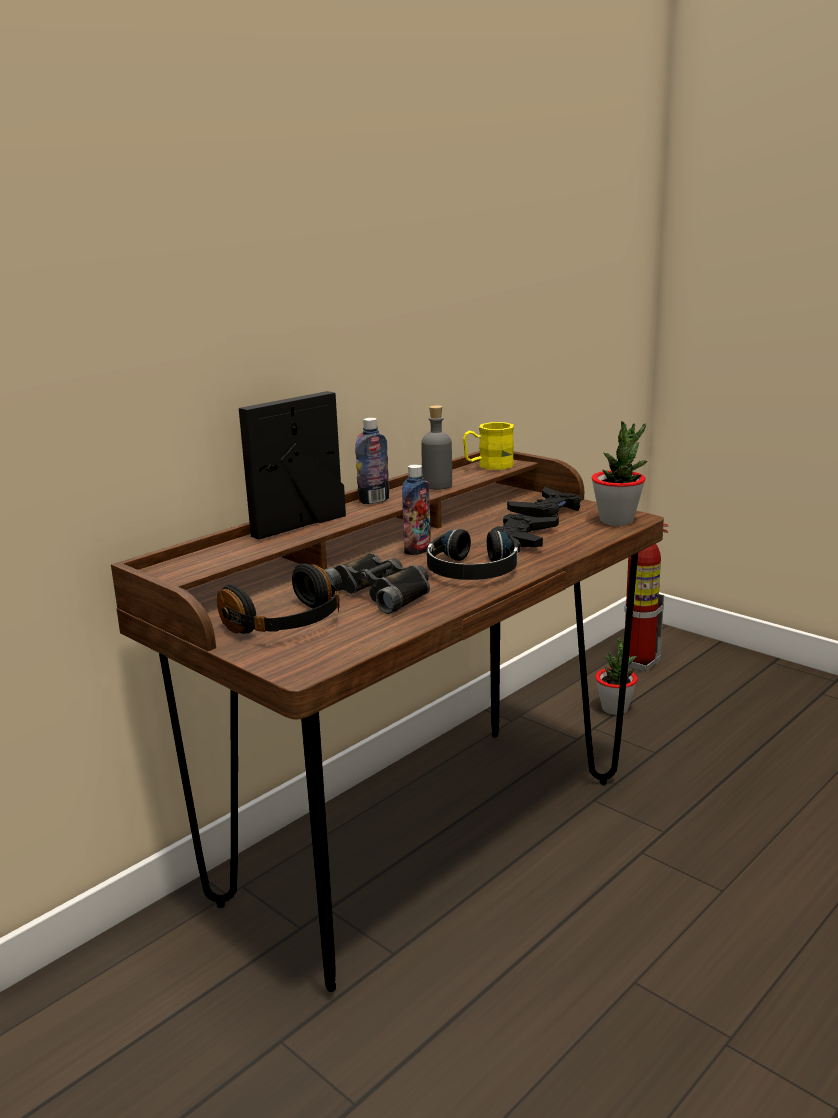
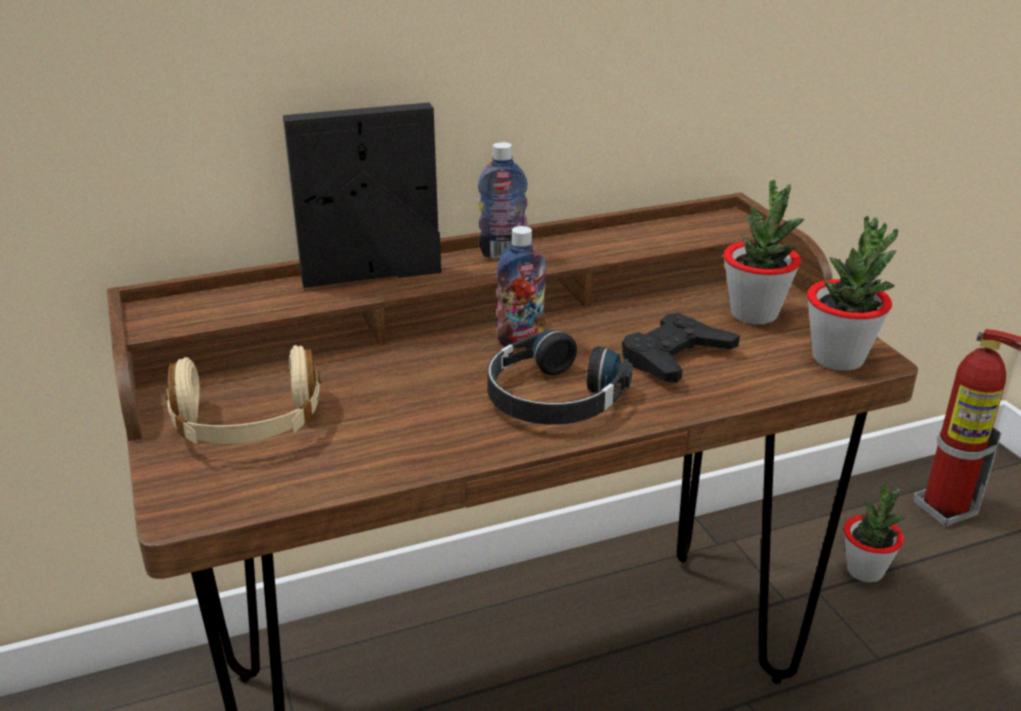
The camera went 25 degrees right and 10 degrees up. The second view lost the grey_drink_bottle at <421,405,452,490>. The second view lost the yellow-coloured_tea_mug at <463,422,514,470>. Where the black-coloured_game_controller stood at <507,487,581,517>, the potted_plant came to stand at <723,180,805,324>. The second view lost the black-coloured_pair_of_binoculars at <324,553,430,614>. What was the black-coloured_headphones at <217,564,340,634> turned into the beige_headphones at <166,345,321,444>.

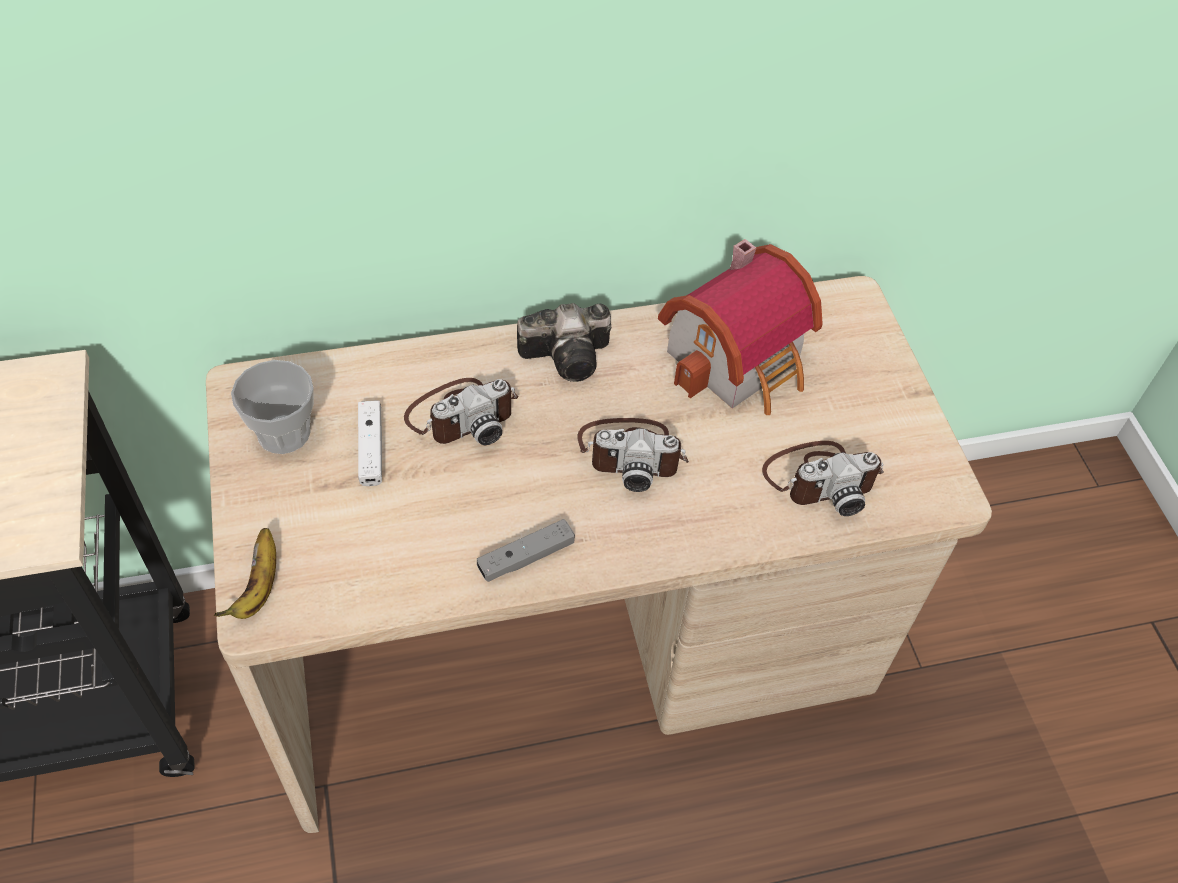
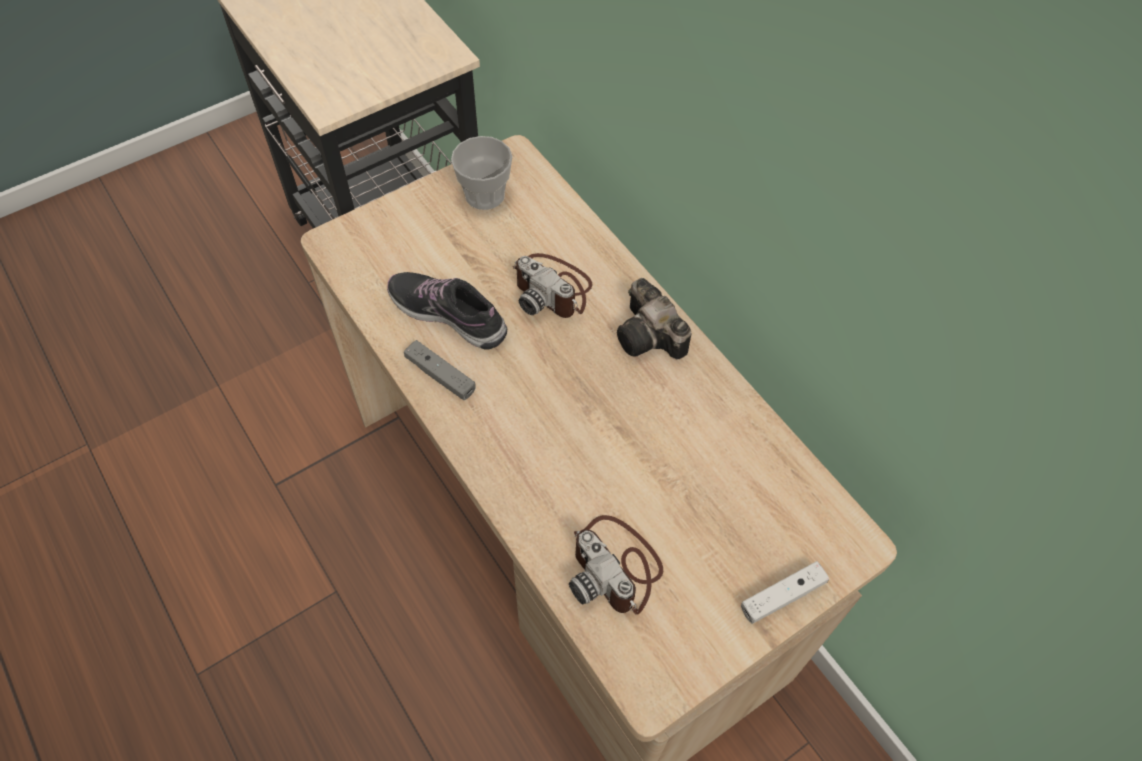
The camera went 70 degrees right and 5 degrees up. The second view lost the toy_house at <658,239,823,415>. The white-coloured_game_controller ended up elsewhere, having gone from <358,401,382,486> to <741,561,829,624>. The second view lost the photo_camera at <577,418,689,492>. The second view lost the banana_fruit at <214,528,276,619>. The second view gained the item_of_footwear at <387,272,507,350>.

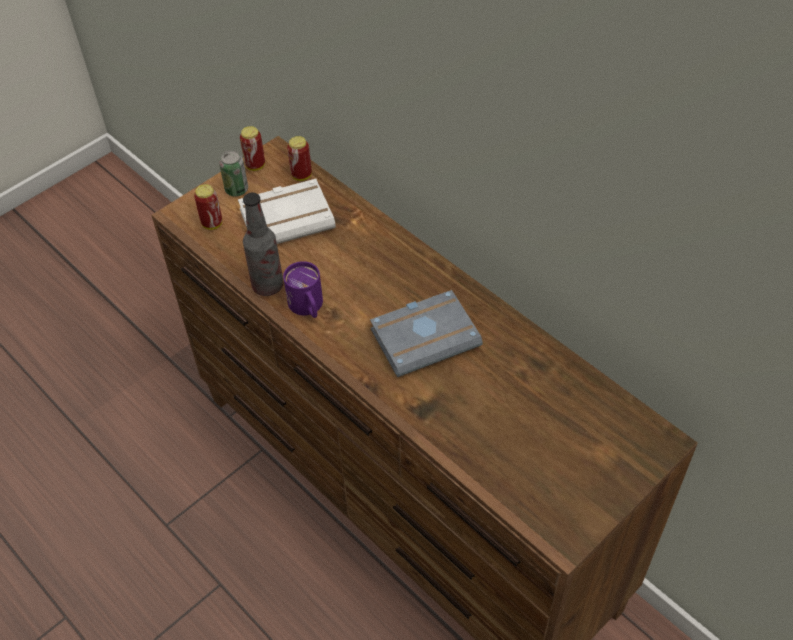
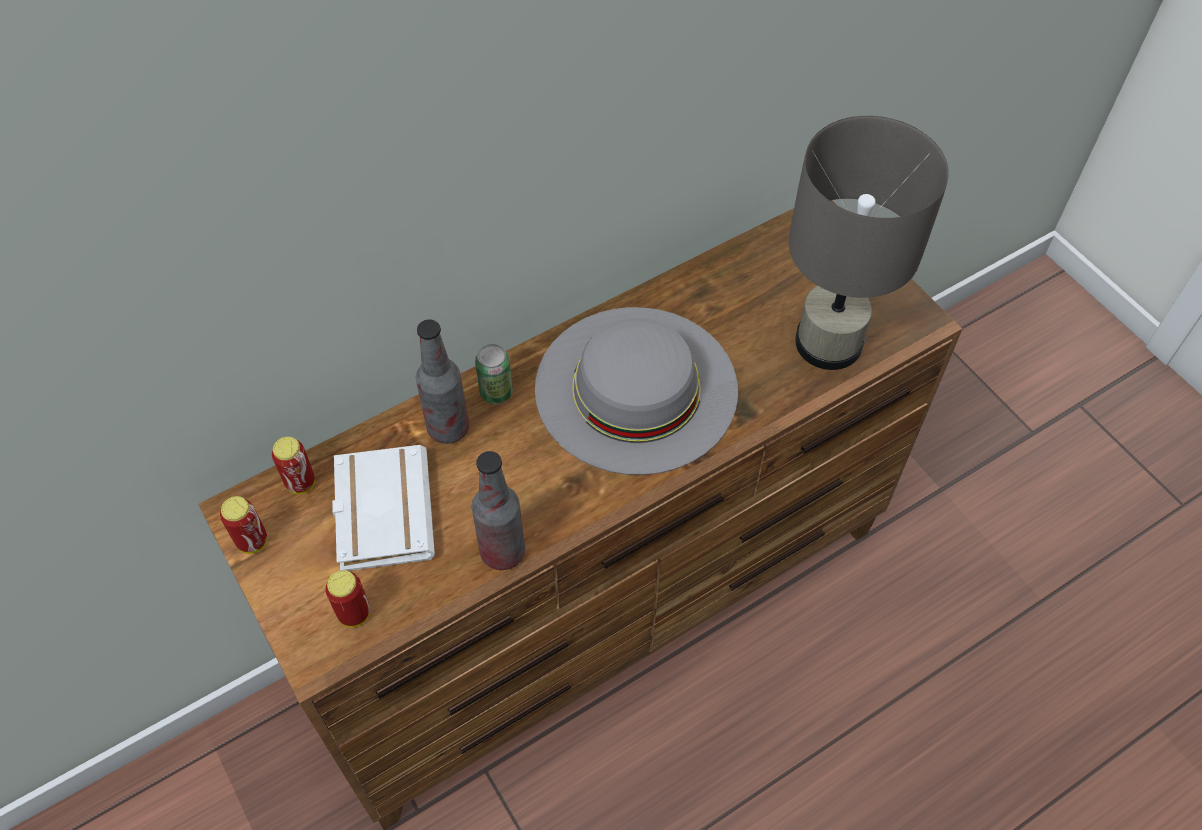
The camera went 80 degrees left and 5 degrees up. The metal_can ended up elsewhere, having gone from <219,150,248,197> to <475,344,513,404>. The second view lost the purplish_tea_mug at <283,261,323,318>. Where the grey_book stood at <370,290,483,377>, the grey_wearable_hat came to stand at <535,307,738,475>. The second view gained the grey_lamp_for_a_table at <789,116,949,370>. The second view gained the drink_bottle at <416,319,469,444>.

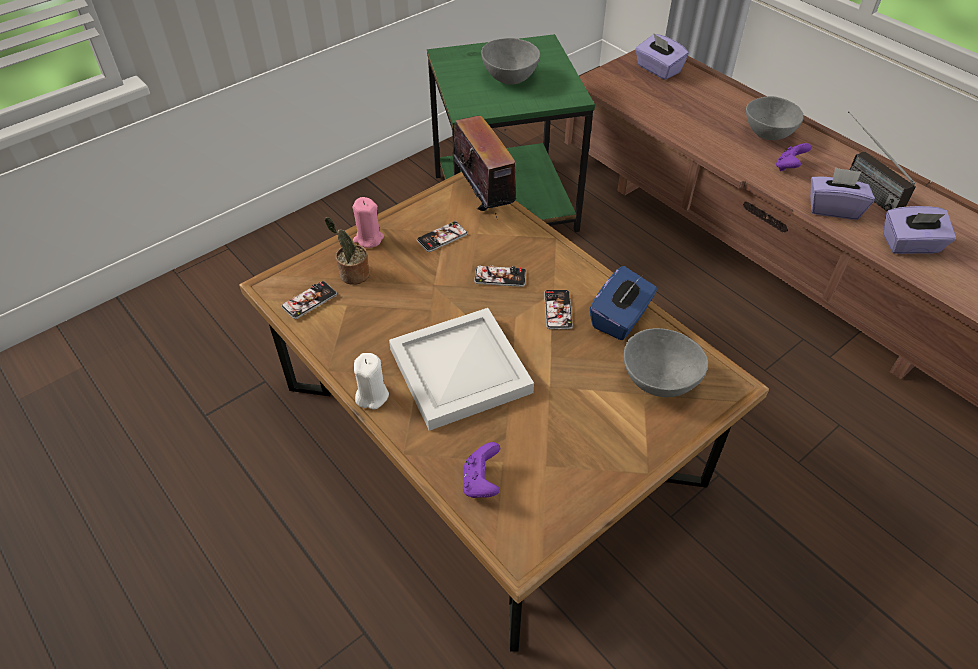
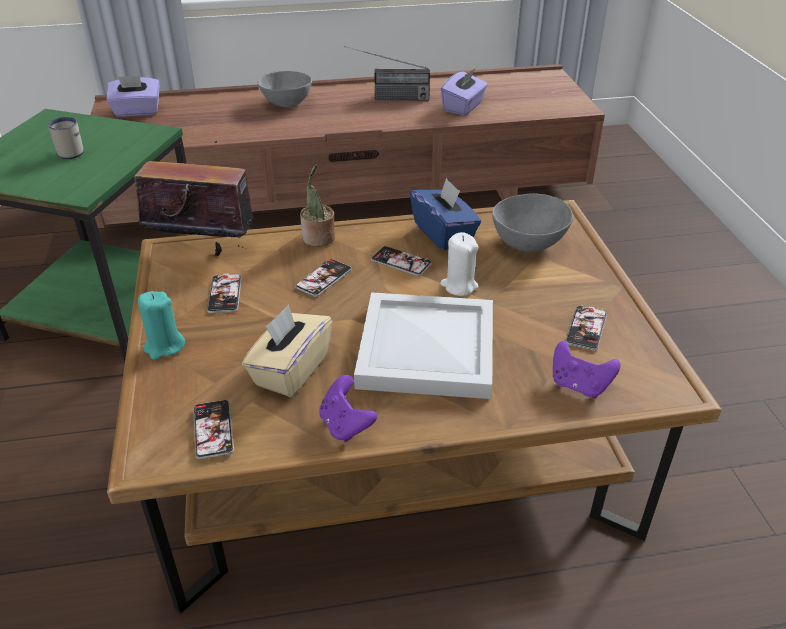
The camera went 60 degrees left and 10 degrees down. Where the grey_bowl stood at <481,38,540,85>, the white-coloured_tea_mug came to stand at <48,117,84,159>. The purplish_game_controller ended up elsewhere, having gone from <776,143,811,171> to <319,375,378,442>. The second view lost the purplish_tissue_box at <810,167,875,220>. What was the pinkish_wax_light at <353,197,384,248> turned into the turquoise-coloured_wax_light at <138,291,185,360>. The potted_plant ended up elsewhere, having gone from <324,217,370,285> to <300,164,335,247>. The white-coloured_wax_light ended up elsewhere, having gone from <354,353,389,409> to <440,232,479,296>. The second view gained the beige_tissue_box at <242,304,332,397>. The second view gained the phone at <566,305,607,351>.

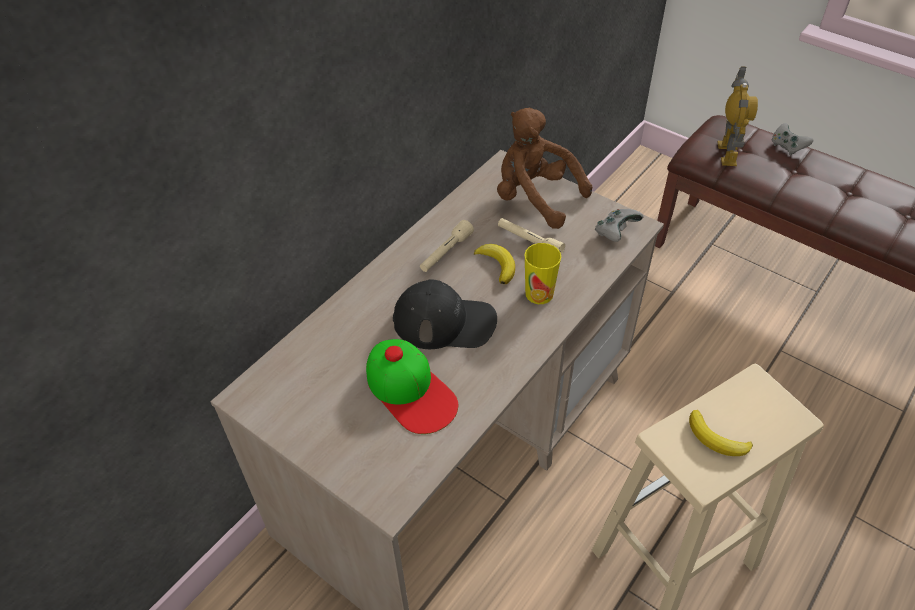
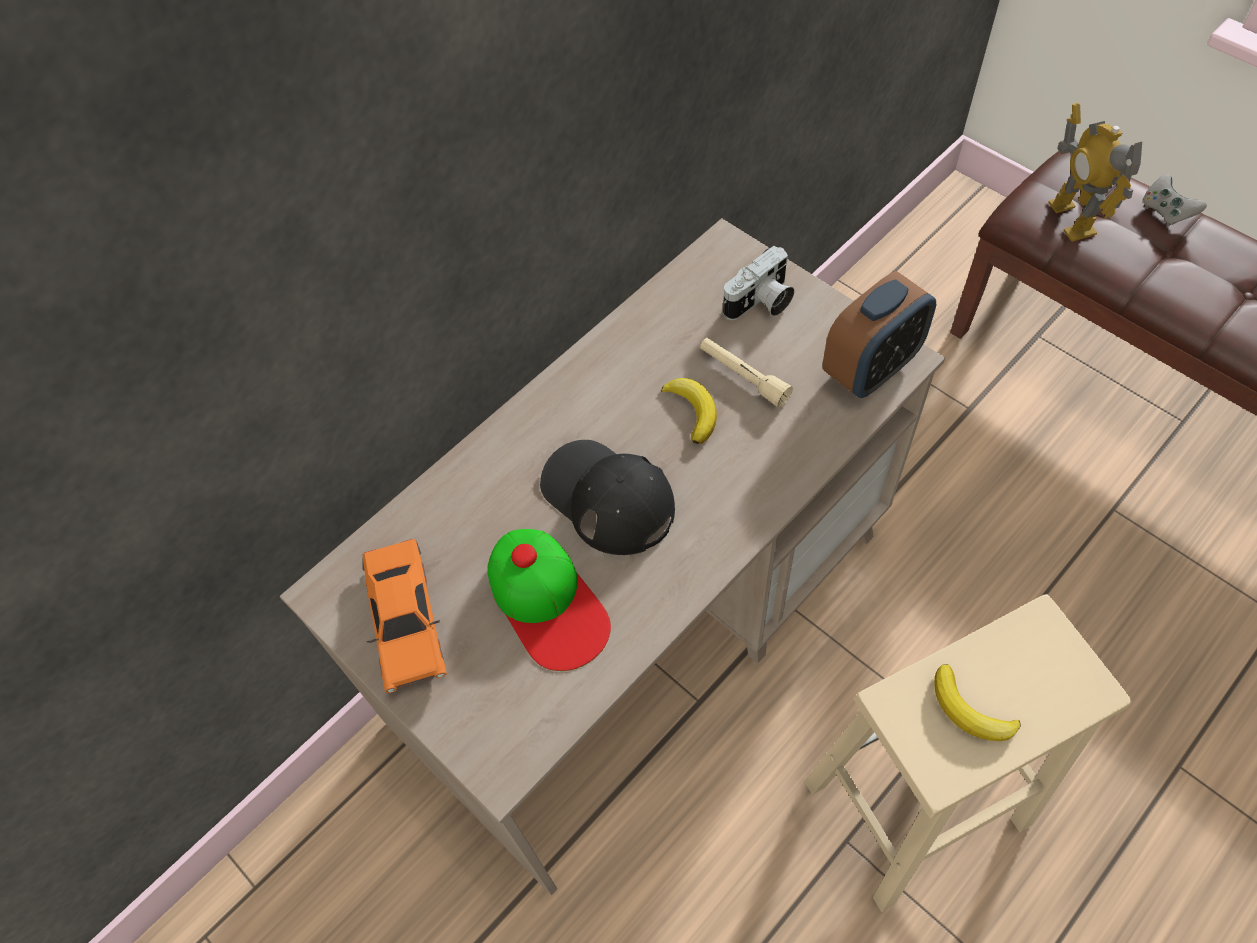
The camera went 10 degrees right and 10 degrees up. The robot_figure at <718,66,758,166> ended up facing another way, 150 degrees clockwise from before. Where the brown-coloured_cuddly_toy stood at <497,108,592,229>, the photo_camera came to stand at <723,246,795,320>. Where the grey_game_controller stood at <595,209,643,242>, the alarm_clock came to stand at <822,271,936,398>. The second view lost the beige_torch at <420,220,474,272>. The second view lost the drinking_cup at <524,243,561,304>. The black-coloured_baseball_cap at <393,280,497,349> ended up facing another way, 150 degrees counterclockwise from before. The second view gained the orangey_miniature_car at <363,539,447,693>.

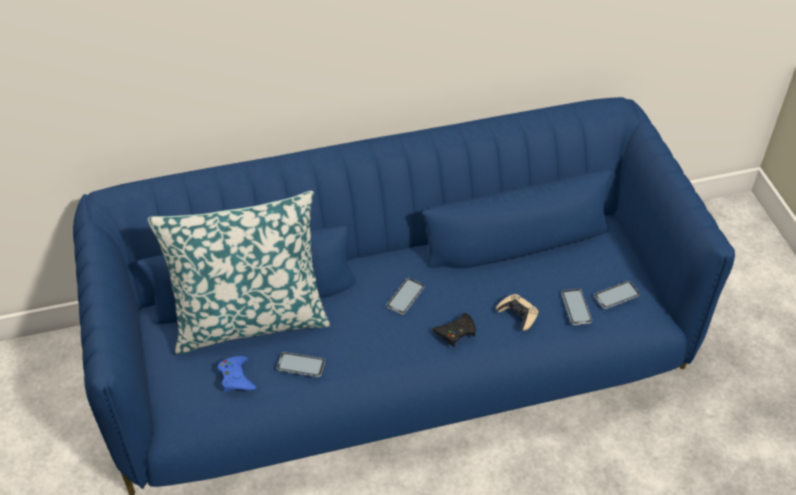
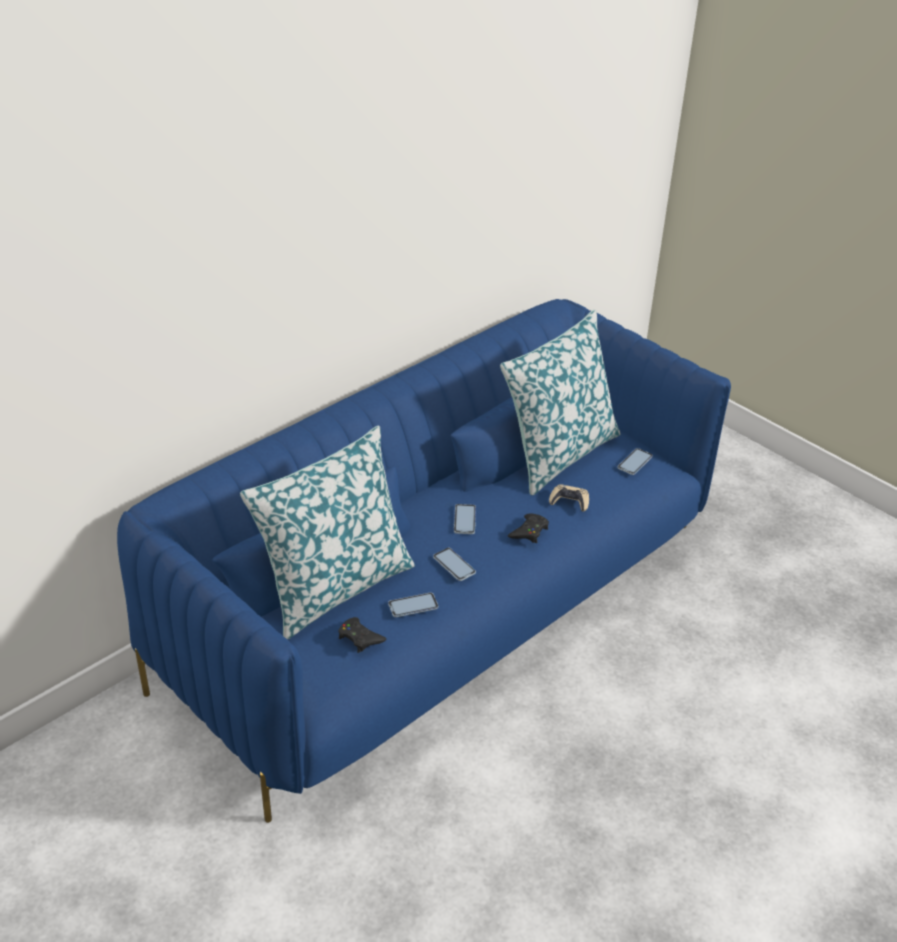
The camera went 30 degrees left and 10 degrees down. The phone ended up elsewhere, having gone from <562,289,592,325> to <433,548,476,581>. What was the blue_game_controller at <218,356,256,392> turned into the black-coloured_game_controller at <339,617,386,653>. The second view gained the pillow at <500,310,620,495>.

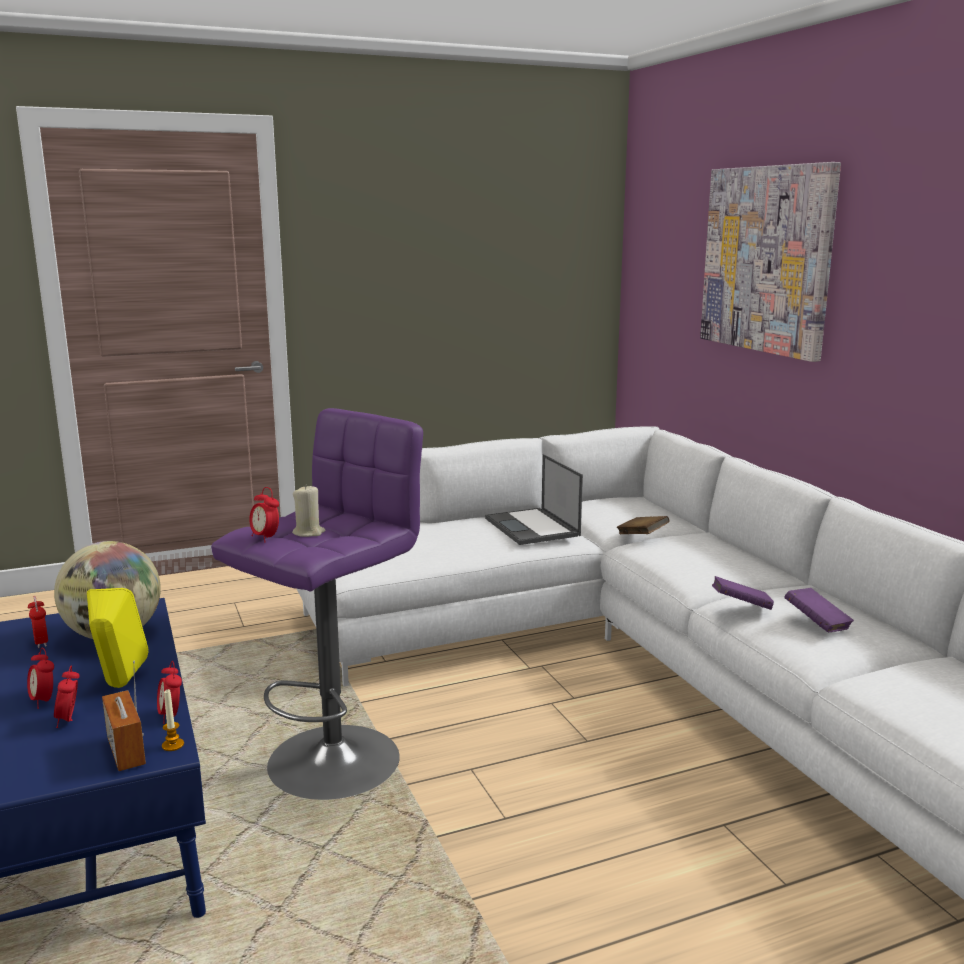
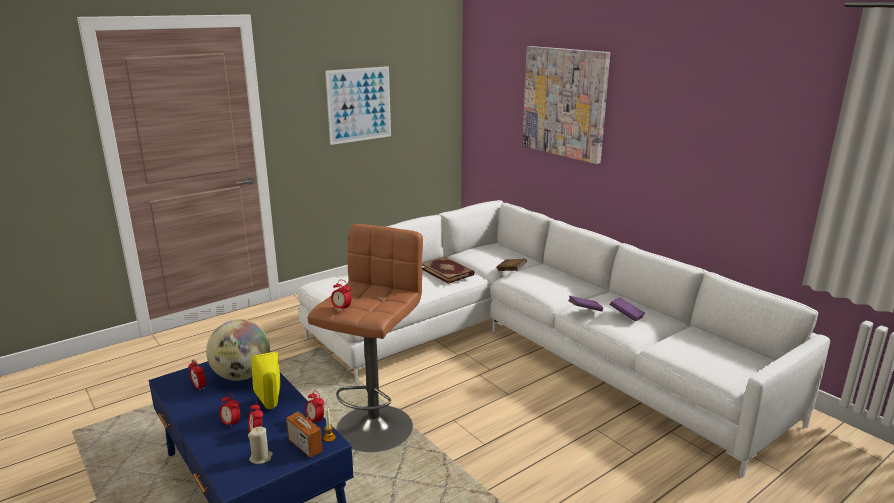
The camera went 15 degrees left and 5 degrees up. What was the purplish_stool_seat at <211,408,423,800> turned into the brown-coloured_stool_seat at <307,224,423,452>. Where the laptop stood at <485,454,583,545>, the book came to stand at <422,257,475,284>. The beige_wax_light ended up elsewhere, having gone from <292,485,325,537> to <248,426,273,464>. The second view gained the wall_art at <325,66,391,145>.

